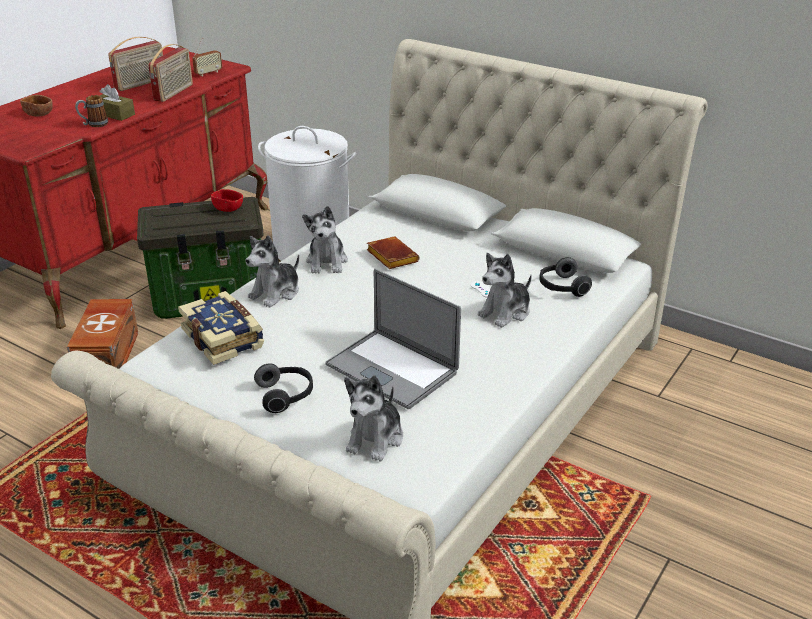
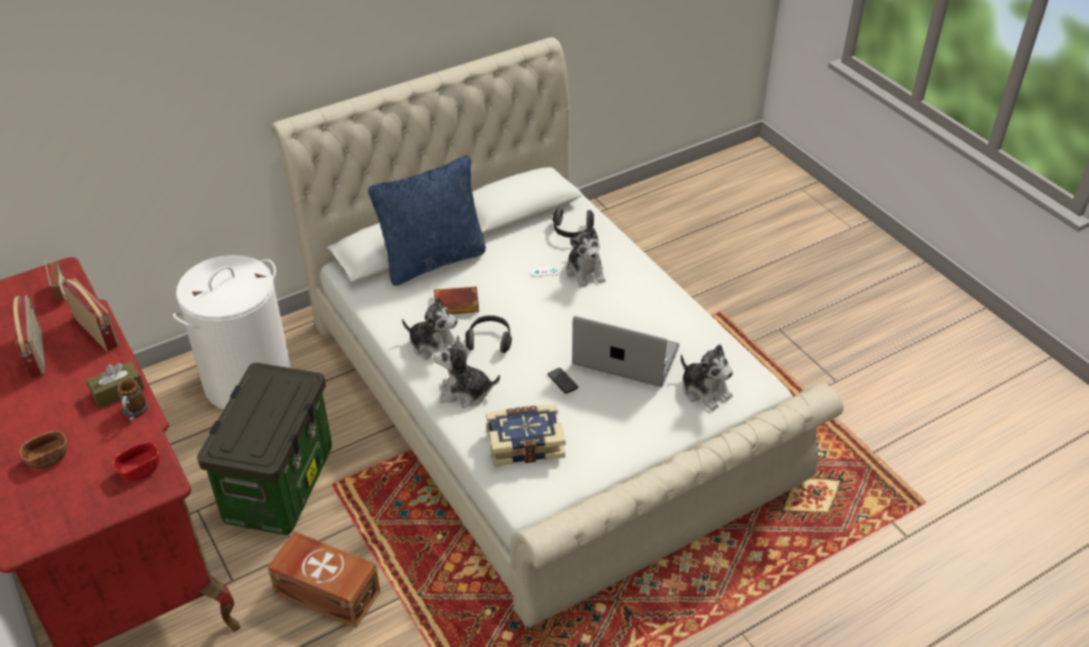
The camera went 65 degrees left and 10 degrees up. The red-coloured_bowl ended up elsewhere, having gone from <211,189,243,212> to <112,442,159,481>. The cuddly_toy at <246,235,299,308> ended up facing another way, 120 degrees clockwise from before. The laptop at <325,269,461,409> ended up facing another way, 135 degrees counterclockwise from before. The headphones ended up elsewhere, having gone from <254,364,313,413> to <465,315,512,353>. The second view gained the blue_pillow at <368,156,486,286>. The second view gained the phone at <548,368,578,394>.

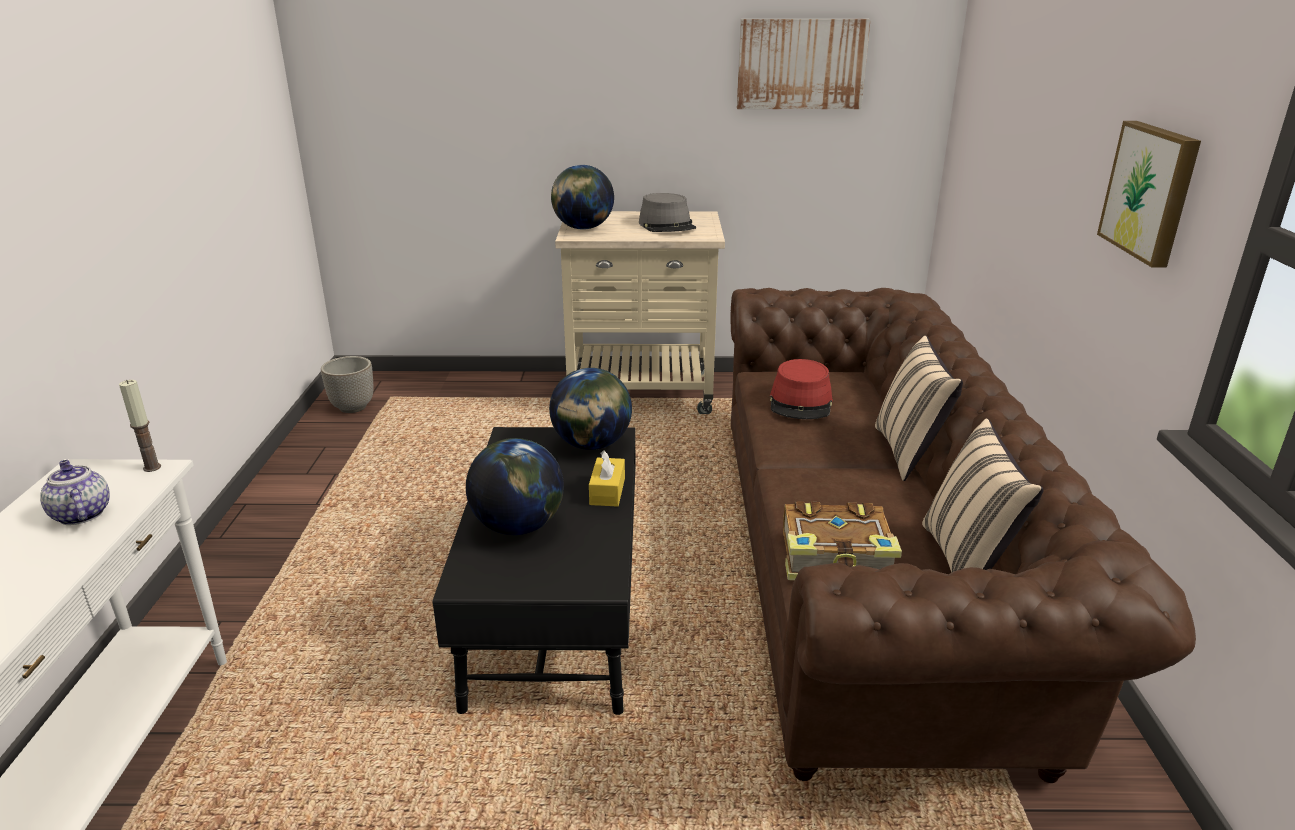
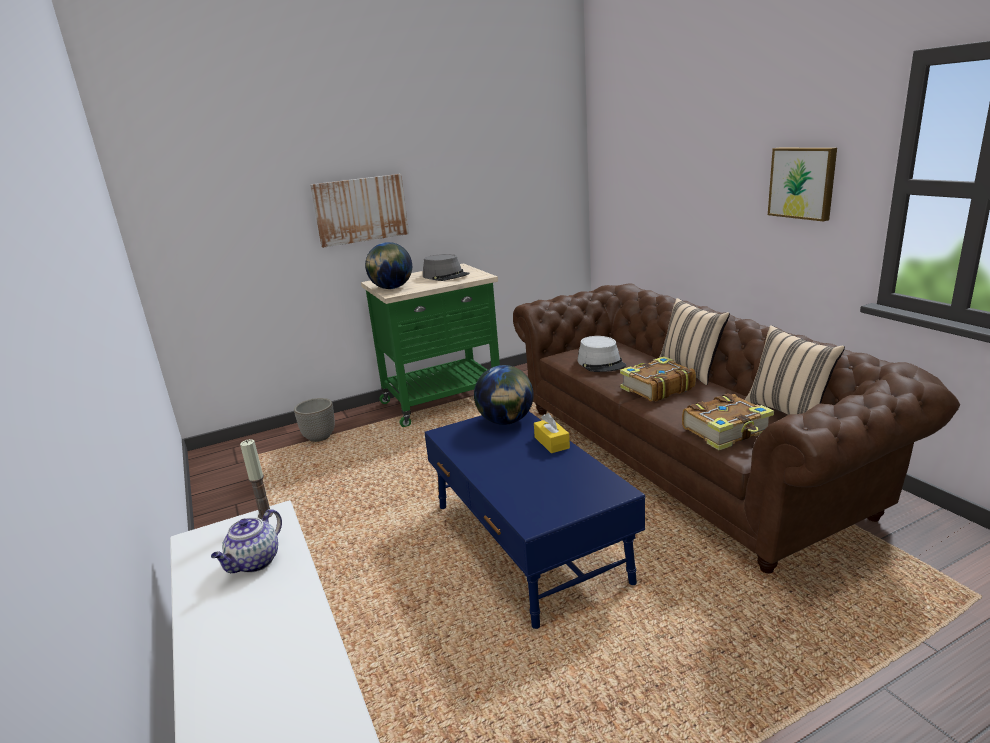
The camera went 25 degrees left and 5 degrees down. The wall_art ended up elsewhere, having gone from <737,19,871,109> to <310,174,409,248>. What was the beige_trolley at <555,211,725,414> turned into the green_trolley at <361,263,500,427>. The planter ended up elsewhere, having gone from <321,356,373,413> to <294,398,335,442>. What was the red-coloured_wearable_hat at <770,359,833,419> turned into the grey_wearable_hat at <578,336,626,372>. What was the black-coloured_low_table at <433,427,636,715> turned into the blue_low_table at <424,412,645,629>. The second view lost the globe at <466,438,564,535>. The tea_pot at <40,460,110,525> ended up facing another way, 90 degrees counterclockwise from before. The second view gained the book at <620,356,696,402>.

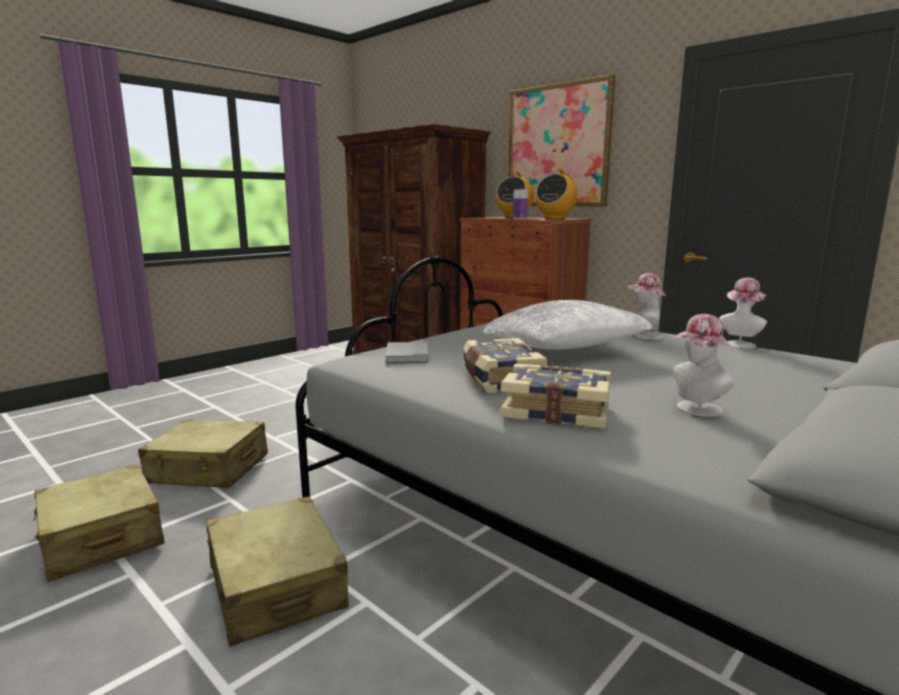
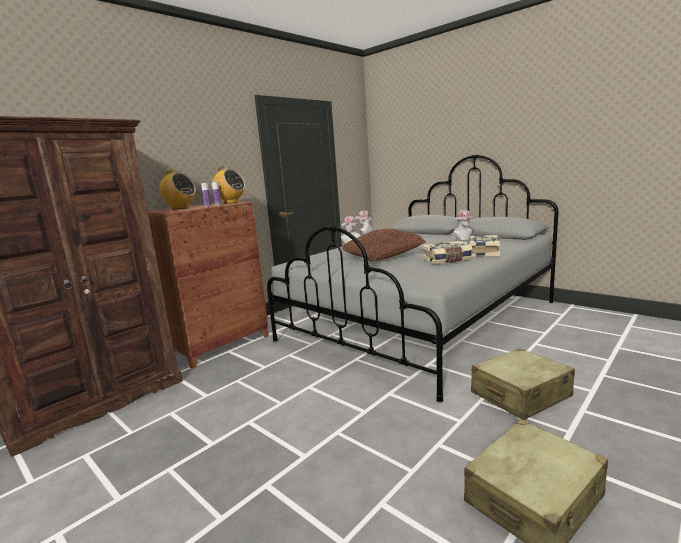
The camera went 90 degrees left and 0 degrees up. The second view lost the wall_art at <508,74,615,207>. What was the white-coloured_pillow at <484,300,652,350> turned into the brown-coloured_pillow at <342,229,426,262>. The second view lost the grey_book at <385,342,428,363>. The second view lost the beige_travel_case at <138,419,268,488>.

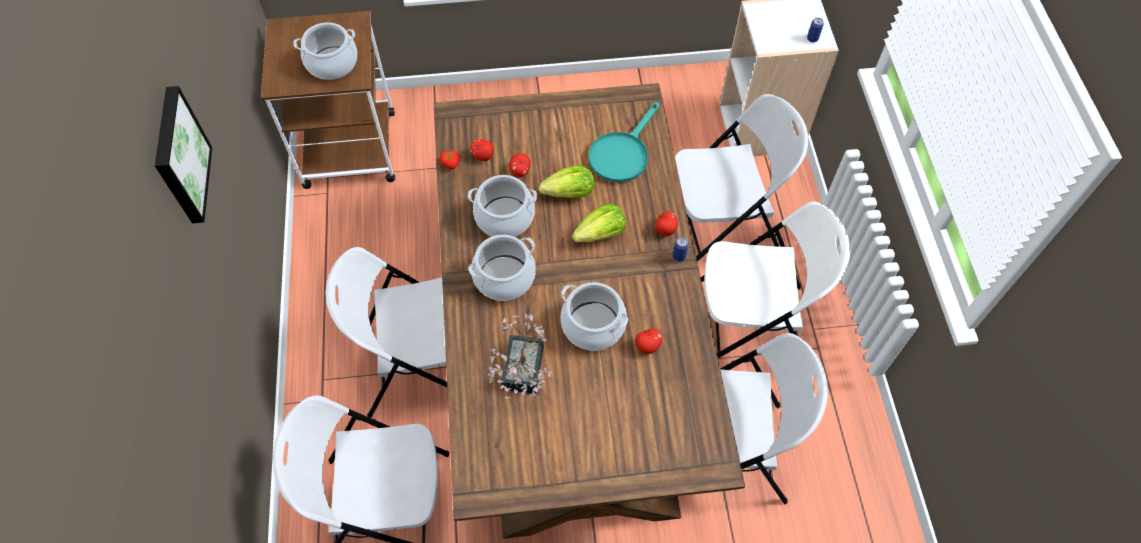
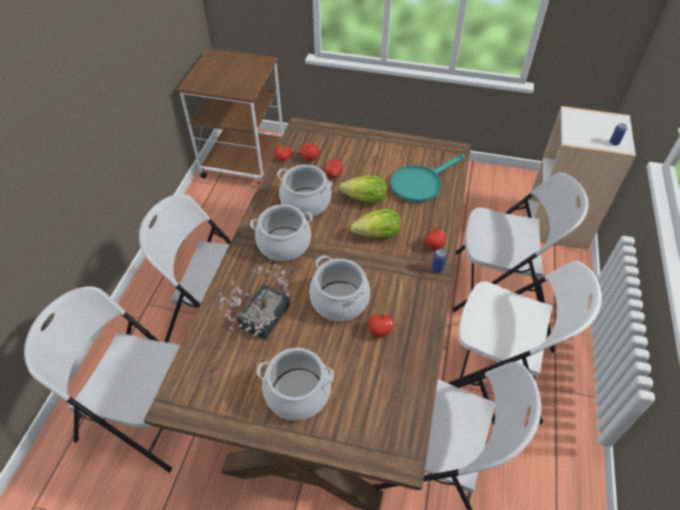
The camera went 20 degrees right and 10 degrees down. The stockpot ended up elsewhere, having gone from <293,22,357,80> to <257,348,334,420>. The second view lost the wall_art at <155,86,212,223>.

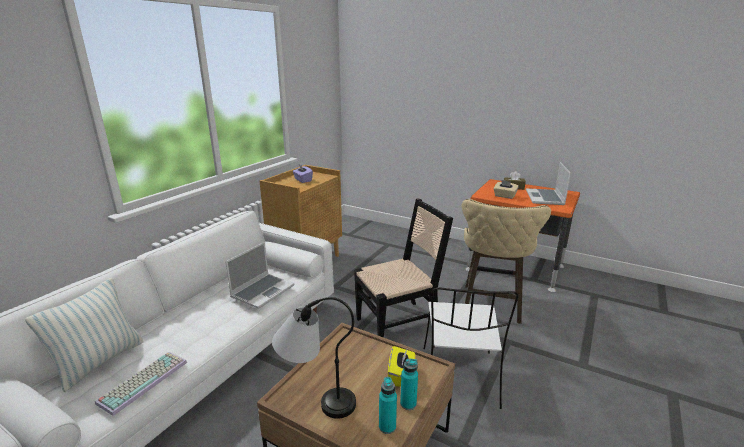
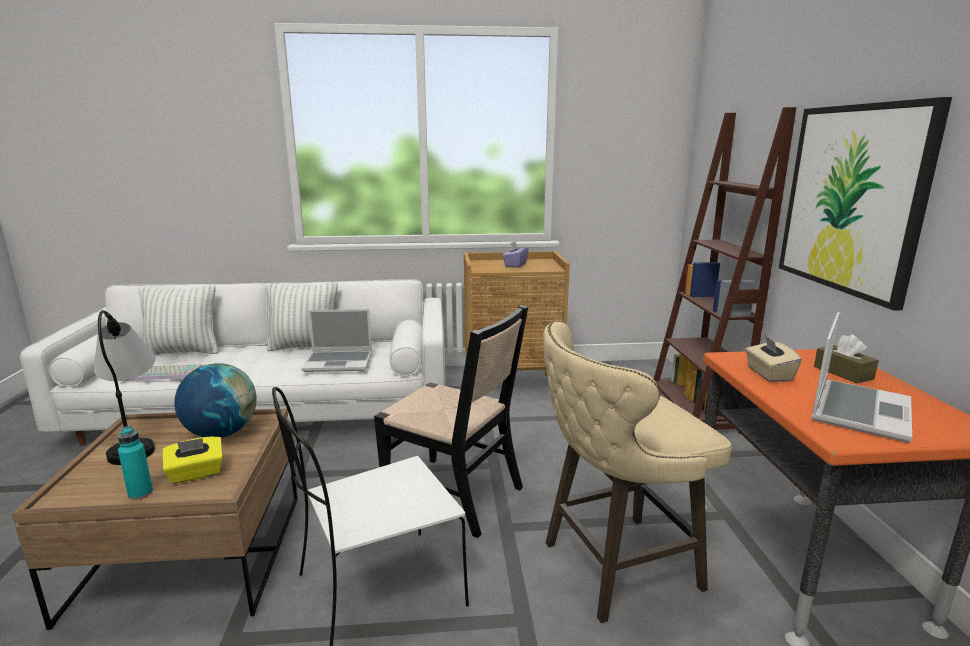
The camera went 55 degrees right and 5 degrees down. The laptop at <526,162,571,205> ended up facing another way, 150 degrees clockwise from before. The second view lost the turquoise-coloured_drink_bottle at <379,377,397,434>. The second view gained the wall_art at <779,97,952,311>. The second view gained the brown-coloured_bookcase at <654,107,797,434>. The second view gained the pillow at <266,282,338,351>. The second view gained the globe at <174,363,257,438>.

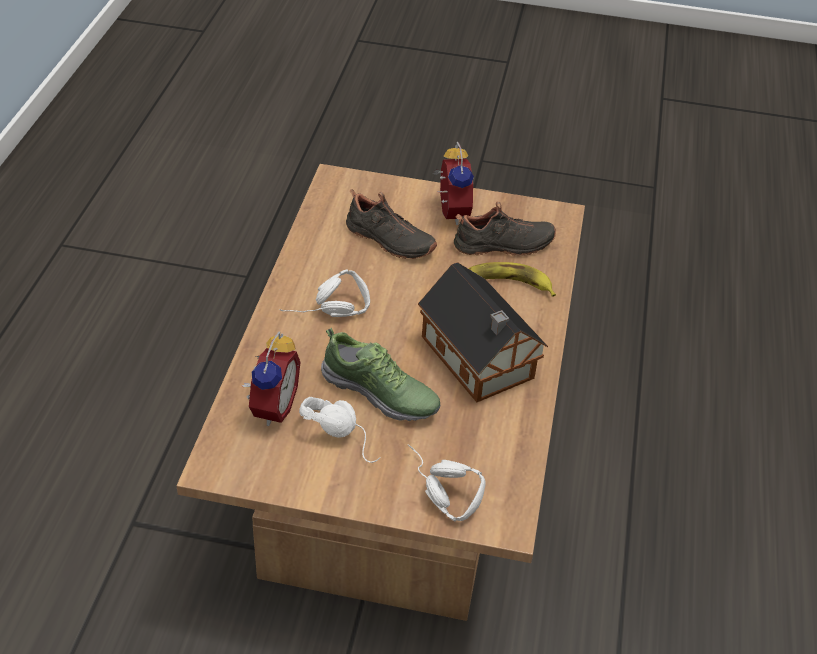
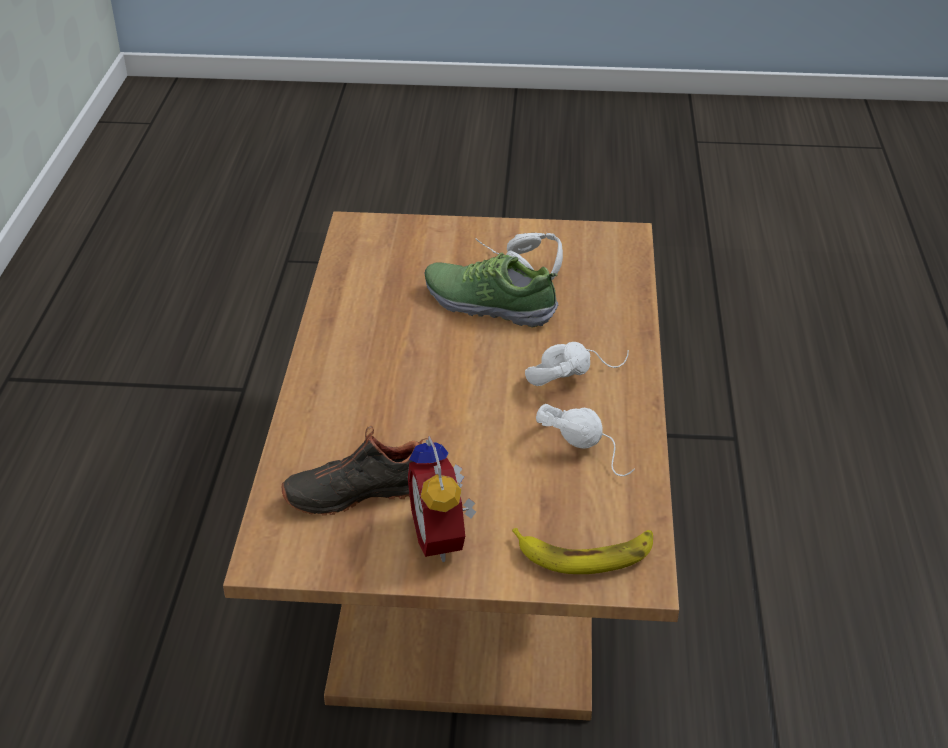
The camera went 175 degrees right and 5 degrees down. The second view lost the black-coloured_item_of_footwear at <346,189,437,259>. The second view lost the toy_house at <418,262,548,402>. The banana_fruit ended up elsewhere, having gone from <469,262,556,297> to <512,528,653,574>. The second view lost the alarm_clock at <241,331,301,426>. The white-coloured_headphones ended up elsewhere, having gone from <407,444,486,521> to <536,404,635,476>.

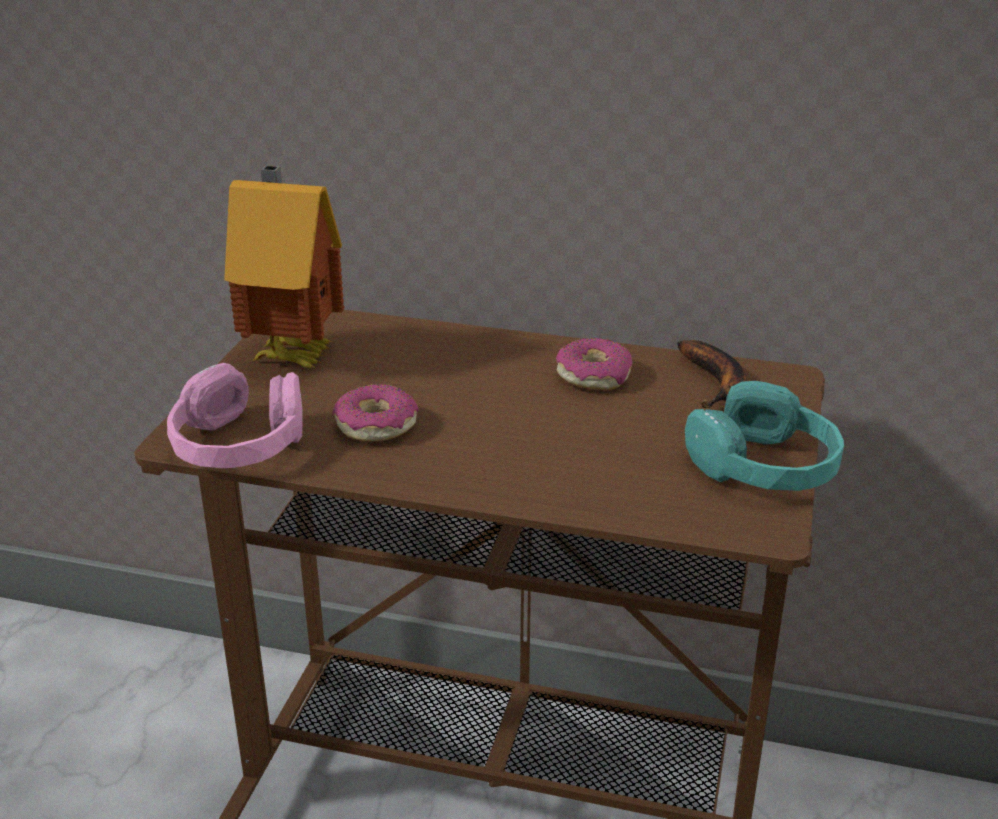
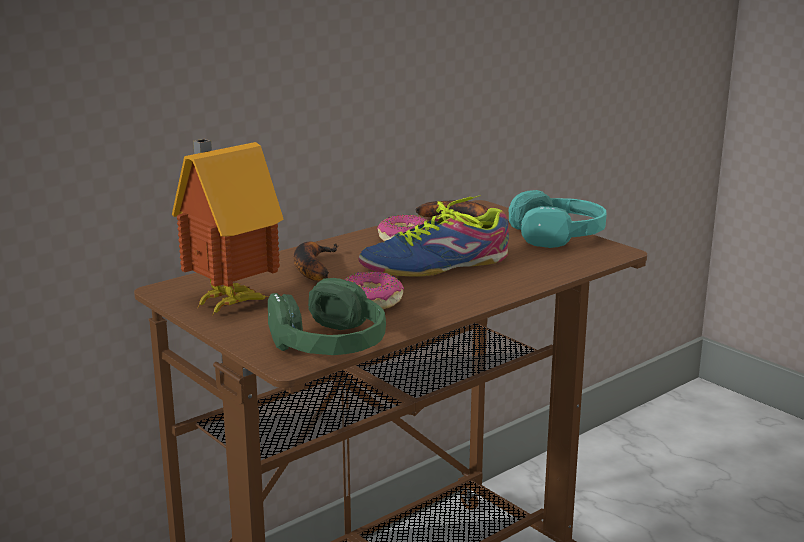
The camera went 55 degrees left and 10 degrees down. What was the pinkish_headphones at <167,363,303,468> turned into the green_headphones at <268,278,386,355>. The second view gained the item_of_footwear at <359,195,509,277>. The second view gained the banana_fruit at <294,241,338,281>.

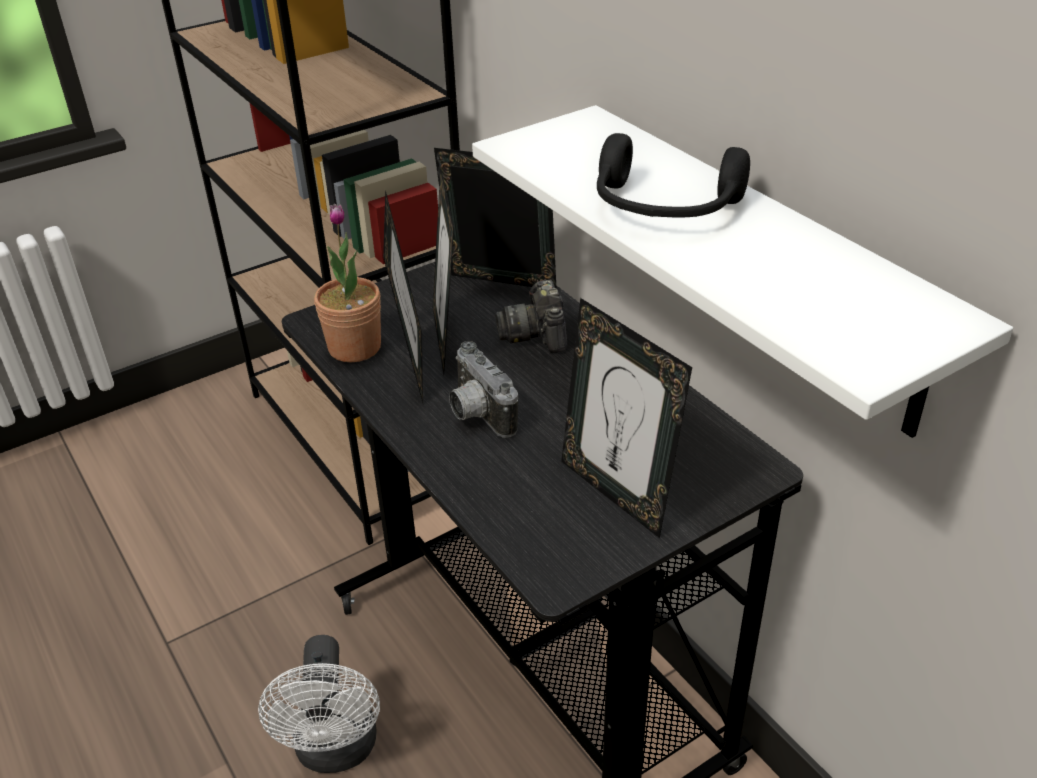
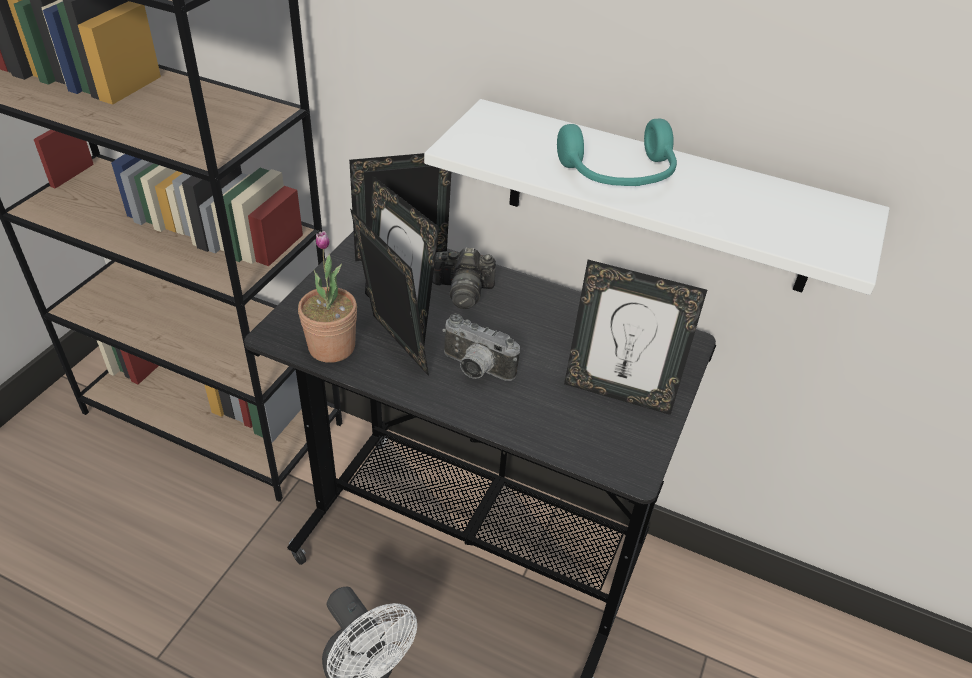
The camera went 35 degrees left and 5 degrees up. What was the black-coloured_headphones at <597,133,750,218> turned into the turquoise-coloured_headphones at <557,119,677,186>. The photo_camera at <495,280,567,353> ended up facing another way, 45 degrees counterclockwise from before.

